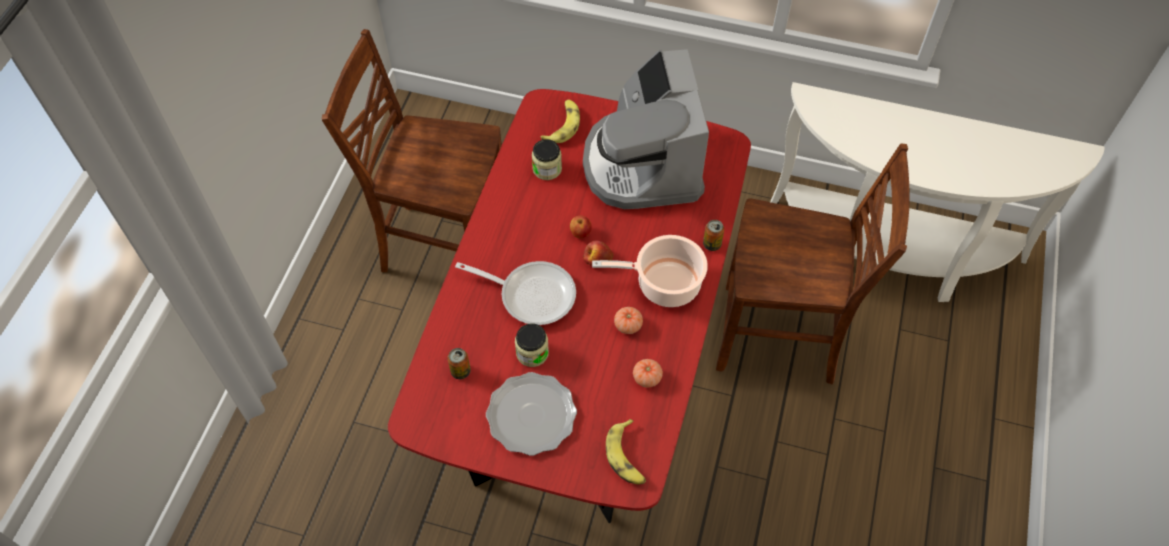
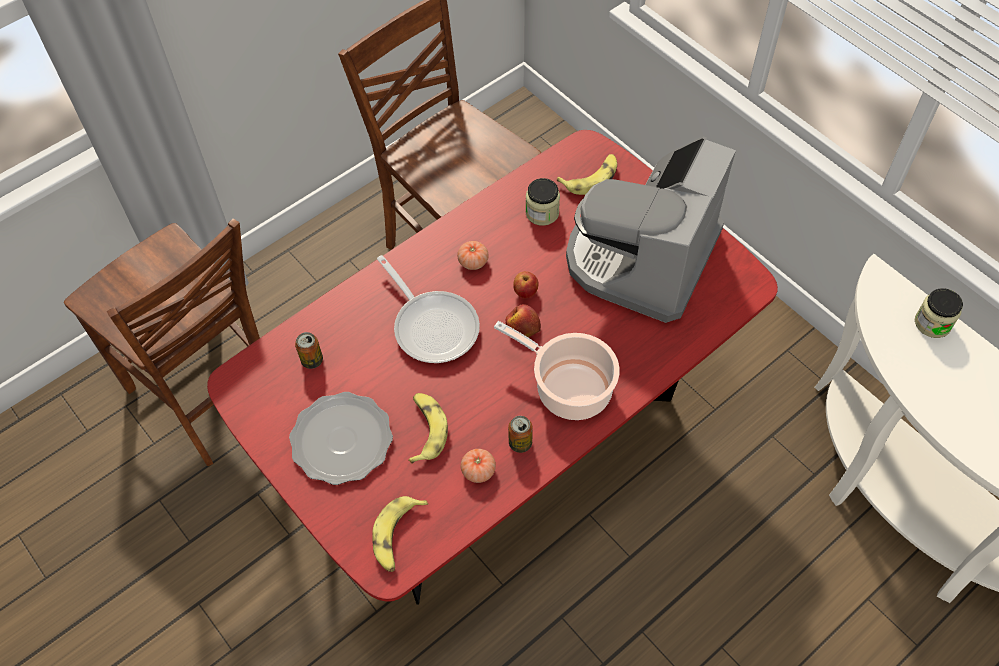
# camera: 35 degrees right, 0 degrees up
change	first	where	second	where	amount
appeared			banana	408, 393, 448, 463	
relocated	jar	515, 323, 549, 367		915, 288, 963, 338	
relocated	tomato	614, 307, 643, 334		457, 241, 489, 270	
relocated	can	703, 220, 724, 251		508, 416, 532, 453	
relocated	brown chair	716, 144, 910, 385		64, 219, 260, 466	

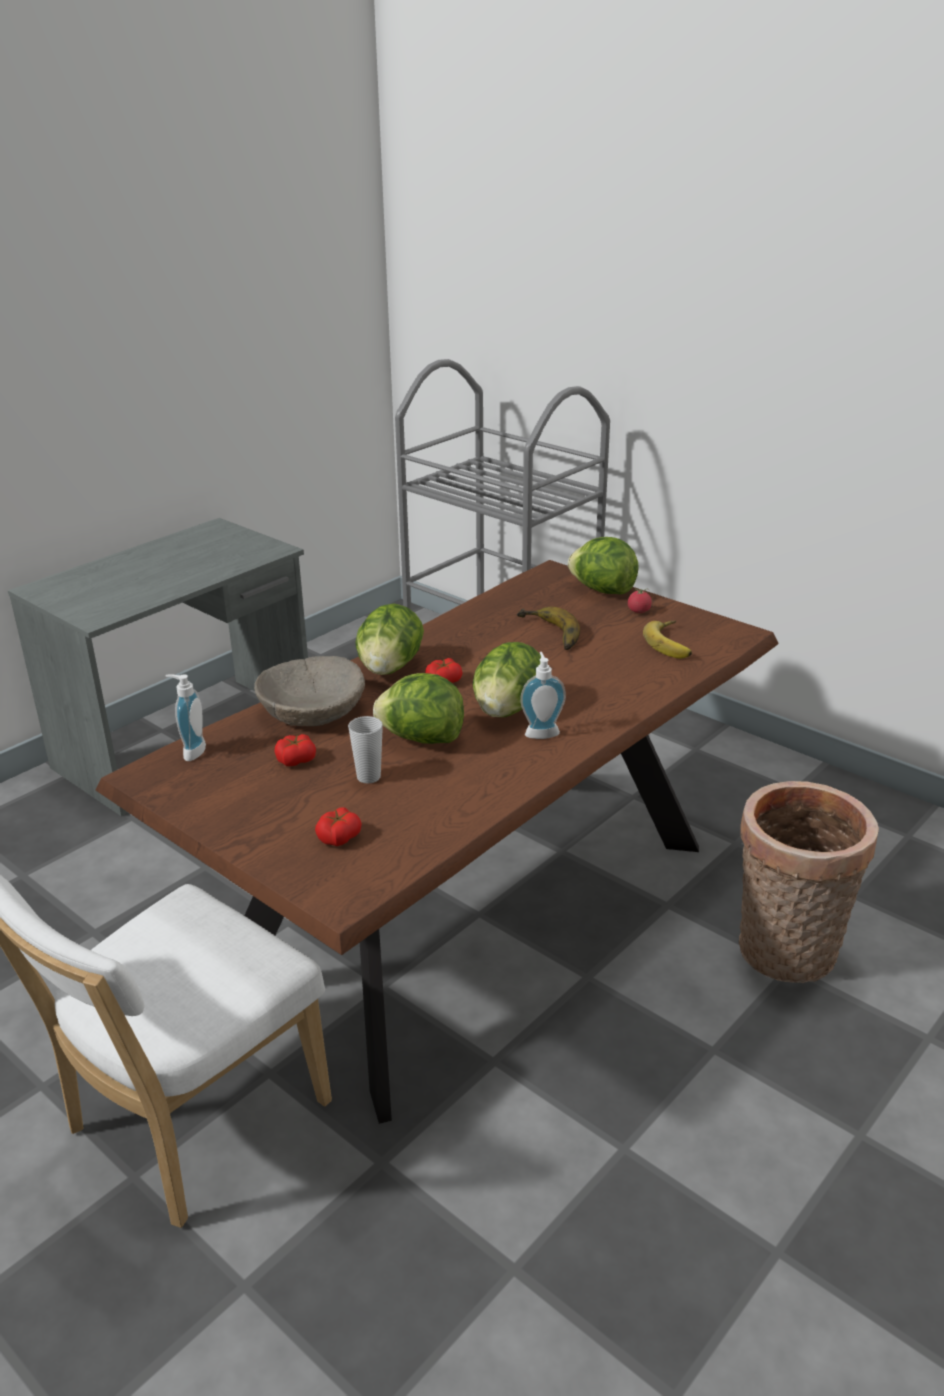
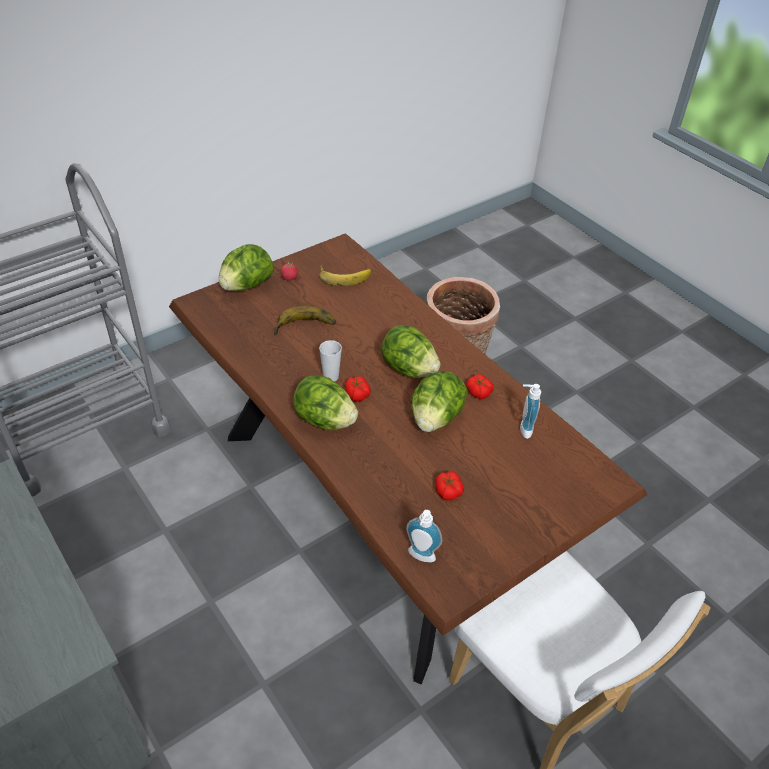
# camera: 80 degrees left, 15 degrees up
change	first	where	second	where	amount
missing	beige bowl	254, 656, 365, 726			
relocated	tomato	315, 807, 362, 846		466, 374, 494, 399	
relocated	cup	348, 716, 383, 784		319, 340, 342, 382	
relocated	soap dispenser	520, 652, 566, 739		520, 384, 541, 439	

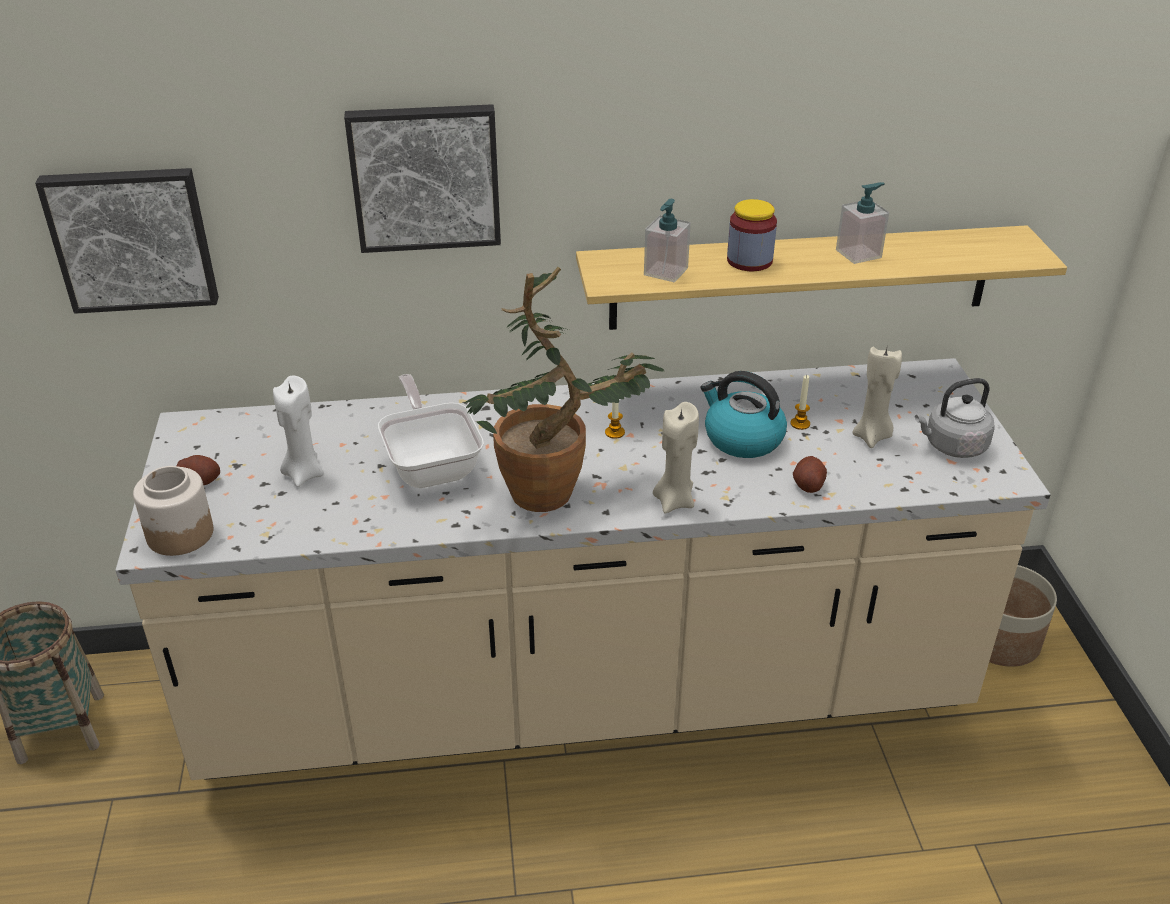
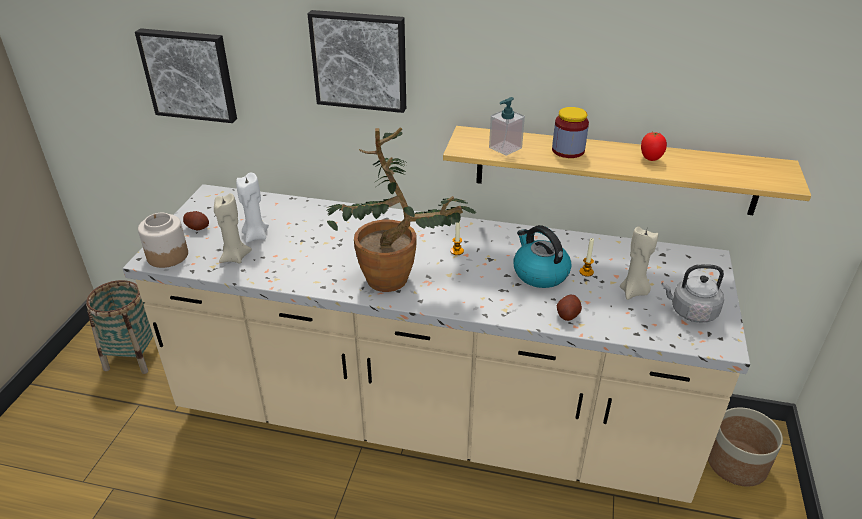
# camera: 20 degrees right, 0 degrees up
change	first	where	second	where	amount
missing	frying pan	378, 374, 484, 488			
relocated	beige candle	653, 402, 699, 513		214, 193, 252, 264	
exchanged	soap dispenser	836, 182, 889, 264	tomato	641, 132, 667, 161	

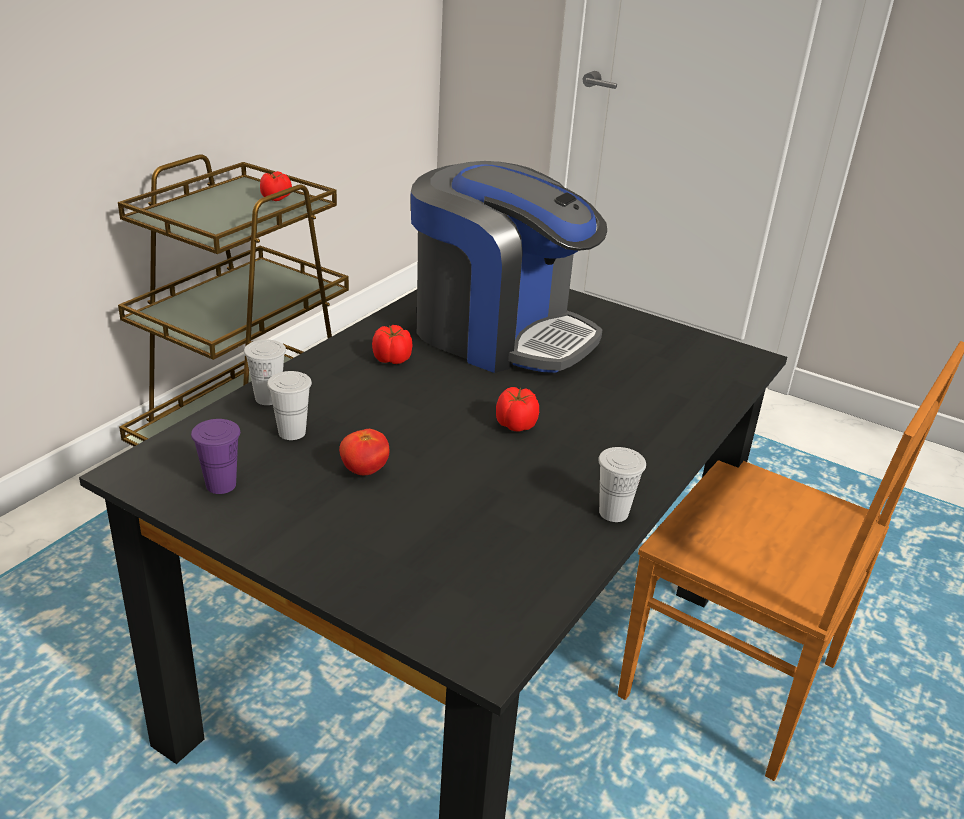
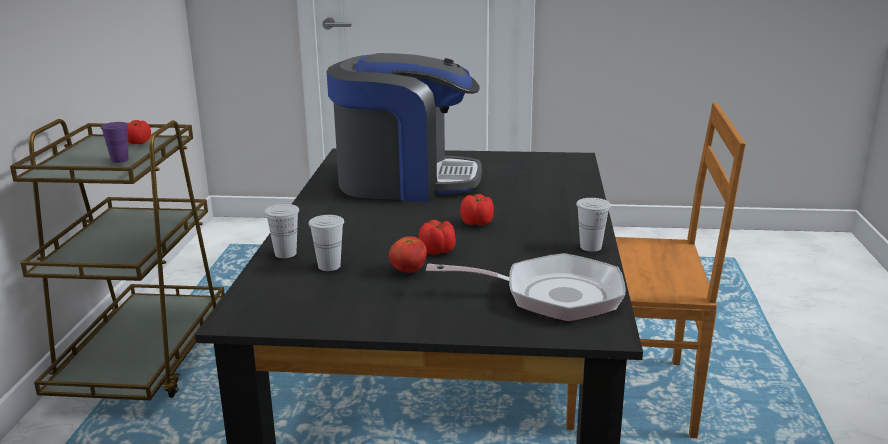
# camera: 25 degrees left, 10 degrees down
change	first	where	second	where	amount
appeared			frying pan	426, 253, 626, 322	
relocated	purple cup	191, 419, 240, 494		100, 122, 129, 163	
relocated	tomato	372, 325, 412, 364		419, 220, 456, 255	

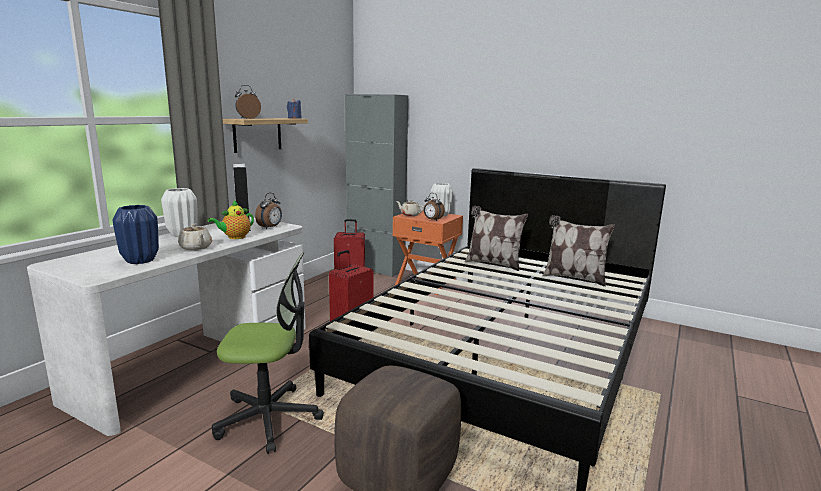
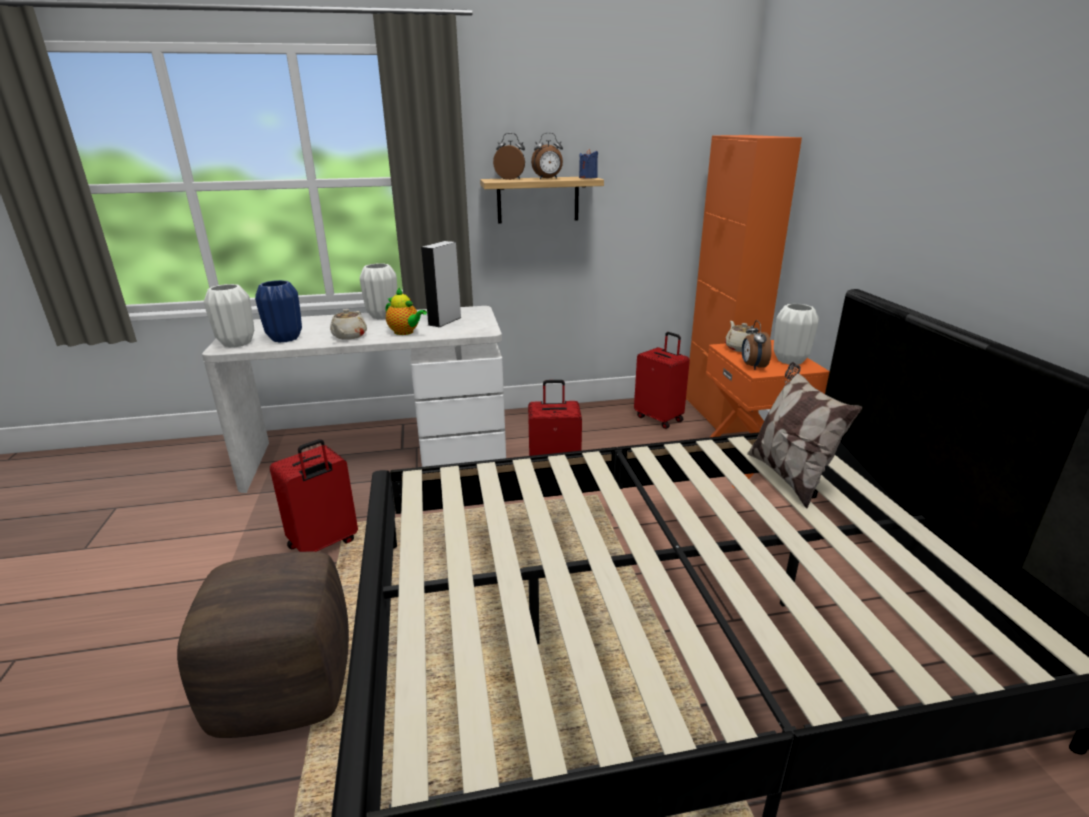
# camera: 50 degrees right, 10 degrees up
change	first	where	second	where	amount
missing	pillow	542, 215, 615, 287			
appeared			white vase	204, 284, 254, 348	
relocated	alarm clock	255, 193, 282, 229		531, 133, 563, 179	
exchanged	office chair	212, 252, 324, 454	red suitcase	270, 439, 358, 552	
colour	grey cabinet	345, 94, 408, 277	orange cabinet	686, 135, 802, 434	
spun	teapot	208, 200, 254, 239		385, 288, 427, 335	150 degrees counterclockwise

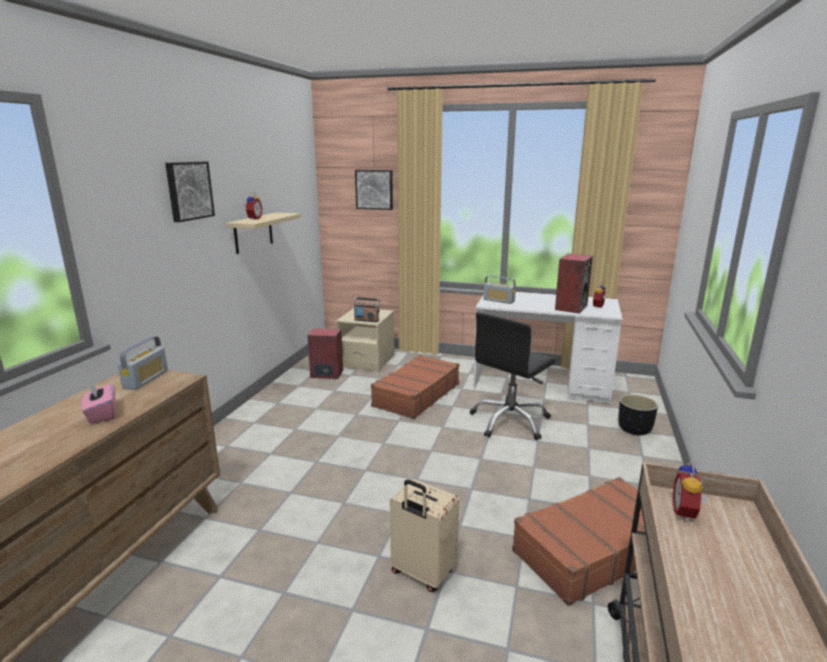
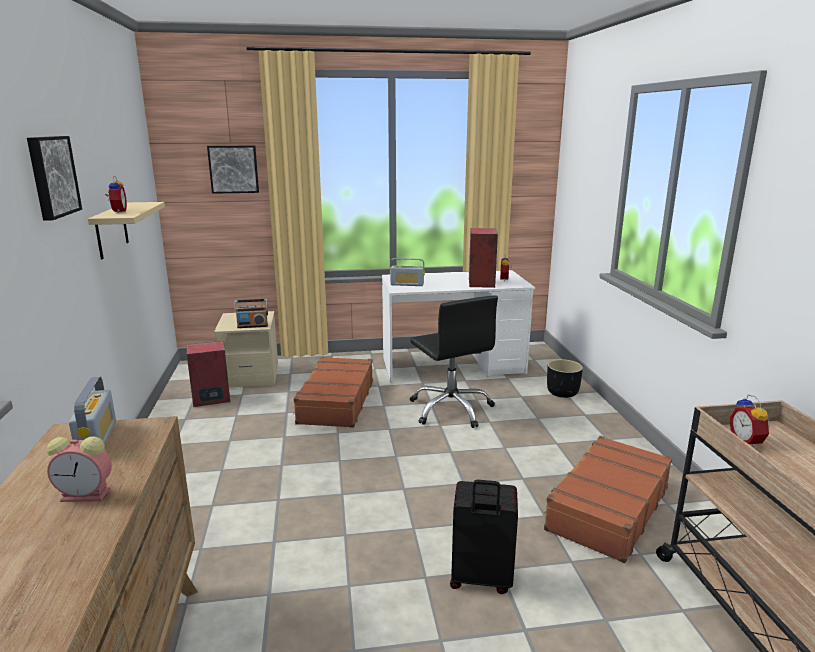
# camera: 25 degrees left, 0 degrees up
change	first	where	second	where	amount
exchanged	pink tissue box	81, 381, 115, 424	alarm clock	47, 436, 112, 502	
colour	beige suitcase	390, 479, 459, 592	black suitcase	450, 480, 518, 594	
spun	black office chair	470, 312, 556, 440		410, 295, 498, 428	45 degrees counterclockwise

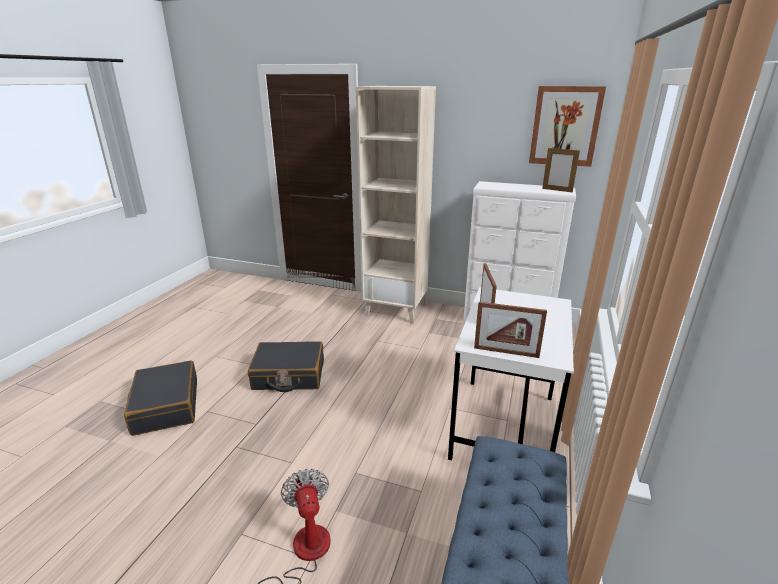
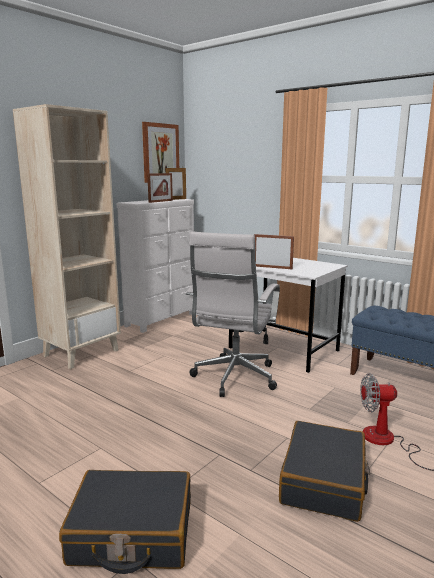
# camera: 70 degrees left, 10 degrees down
change	first	where	second	where	amount
appeared			white office chair	186, 232, 280, 397	
relocated	black suitcase	248, 341, 324, 392		279, 421, 370, 522	
relocated	picture frame	474, 302, 547, 358		147, 173, 173, 203	

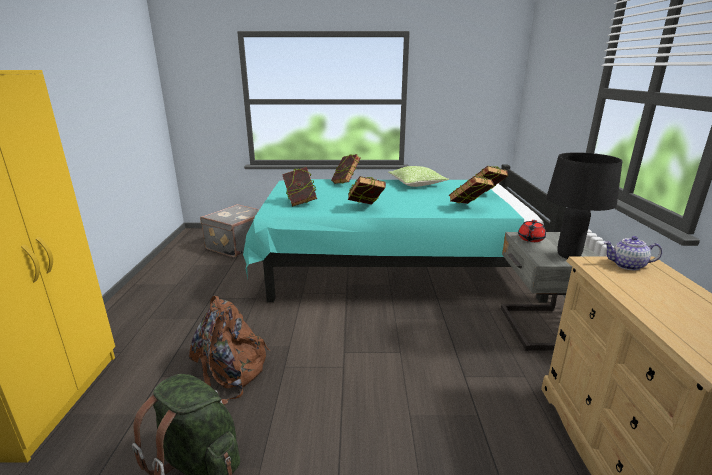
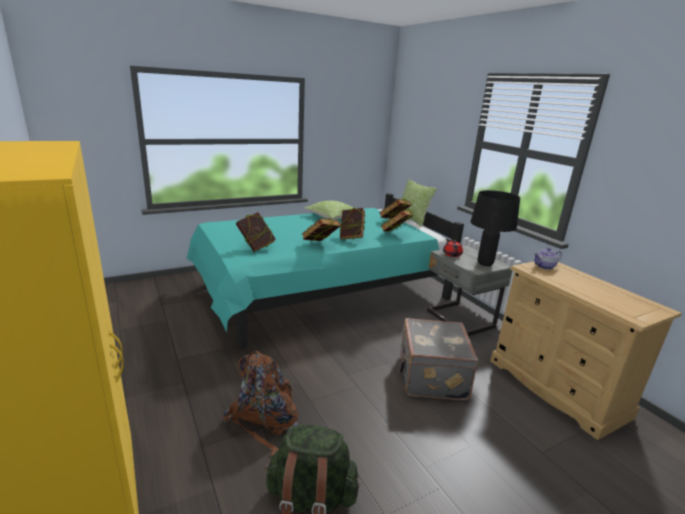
# camera: 30 degrees left, 0 degrees up
change	first	where	second	where	amount
appeared			pillow	402, 179, 437, 226	
relocated	grey suitcase	200, 204, 260, 257		399, 318, 478, 400	
relocated	book	331, 154, 361, 184		340, 208, 366, 239	

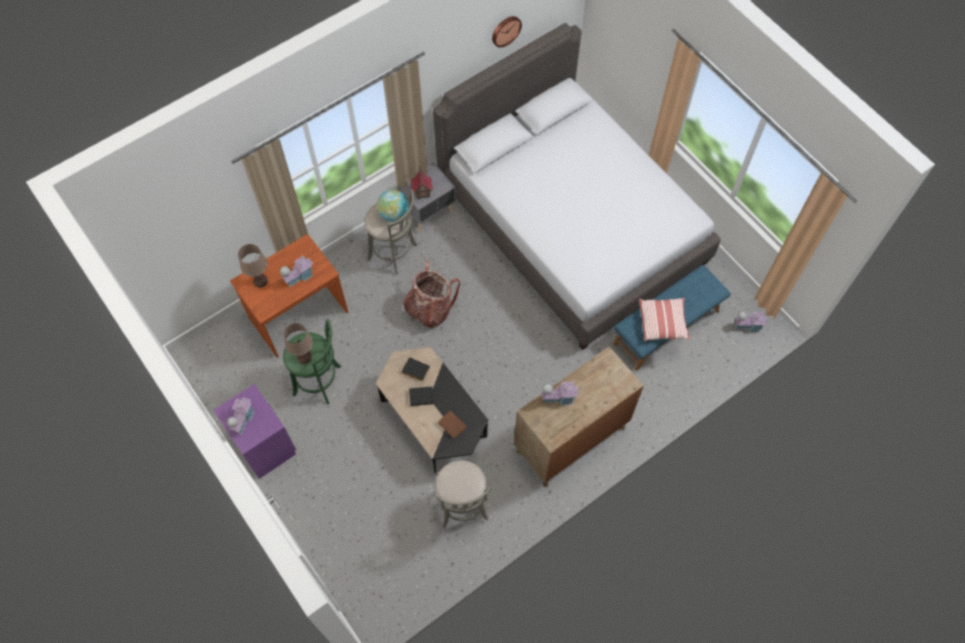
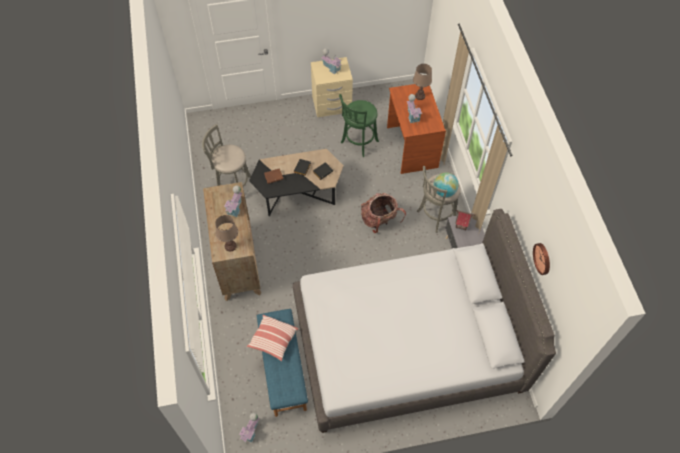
# camera: 115 degrees right, 5 degrees down
change	first	where	second	where	amount
relocated	brown table lamp	284, 323, 313, 364		215, 215, 238, 251	
colour	purple nightstand	213, 384, 296, 479	beige nightstand	311, 57, 353, 117	

